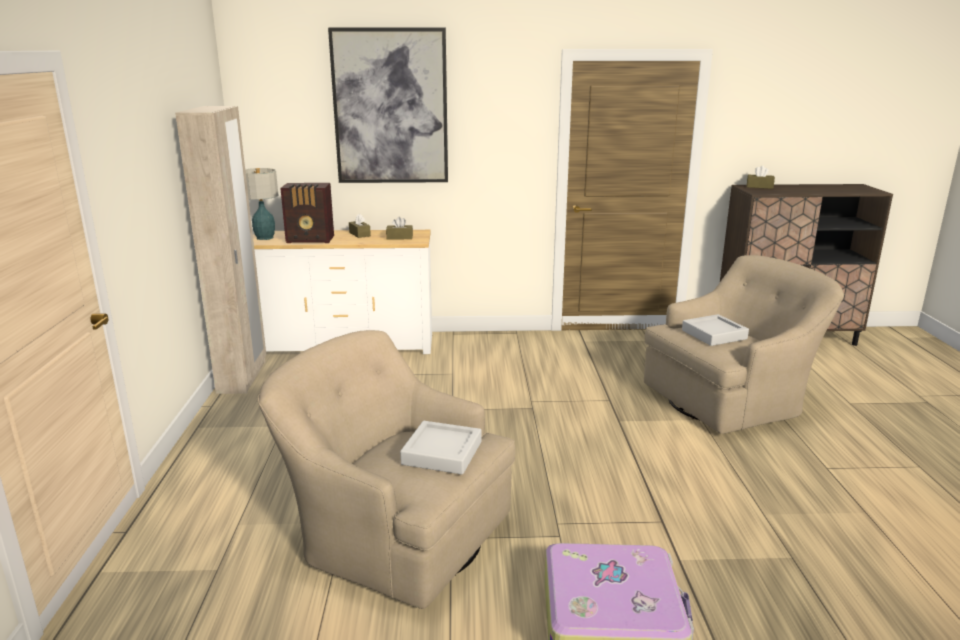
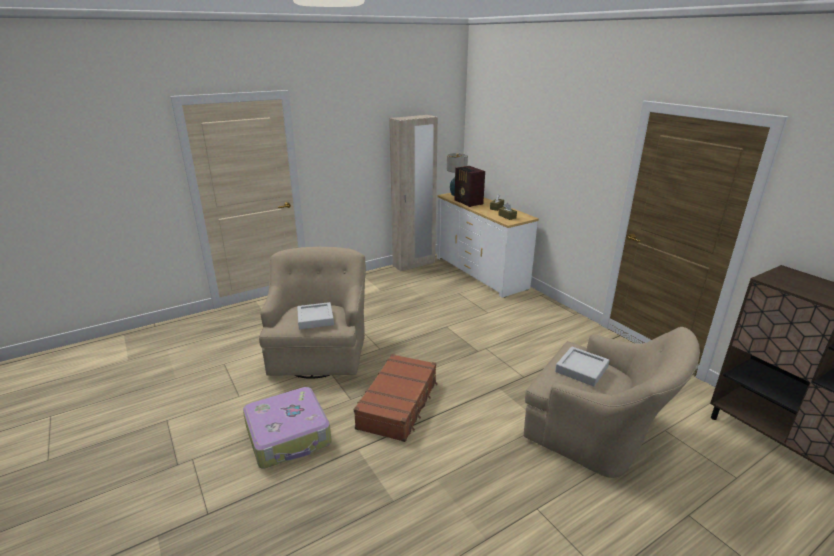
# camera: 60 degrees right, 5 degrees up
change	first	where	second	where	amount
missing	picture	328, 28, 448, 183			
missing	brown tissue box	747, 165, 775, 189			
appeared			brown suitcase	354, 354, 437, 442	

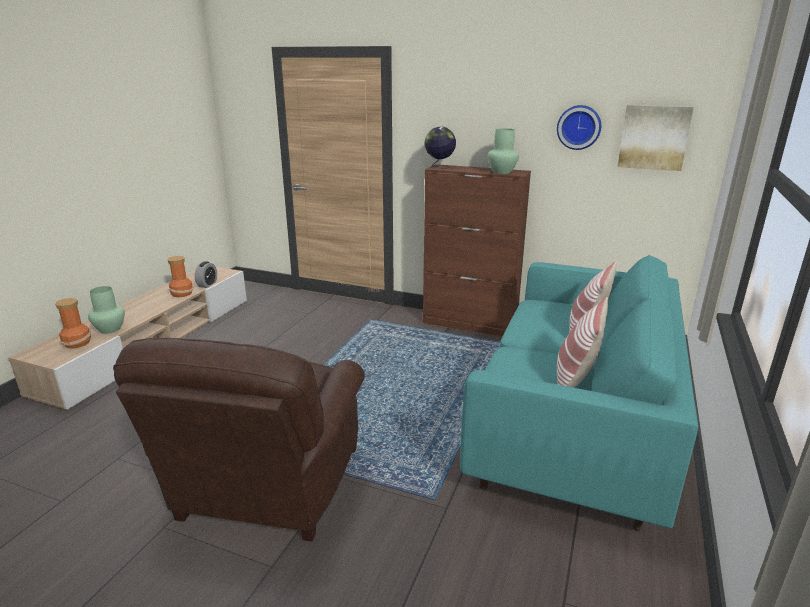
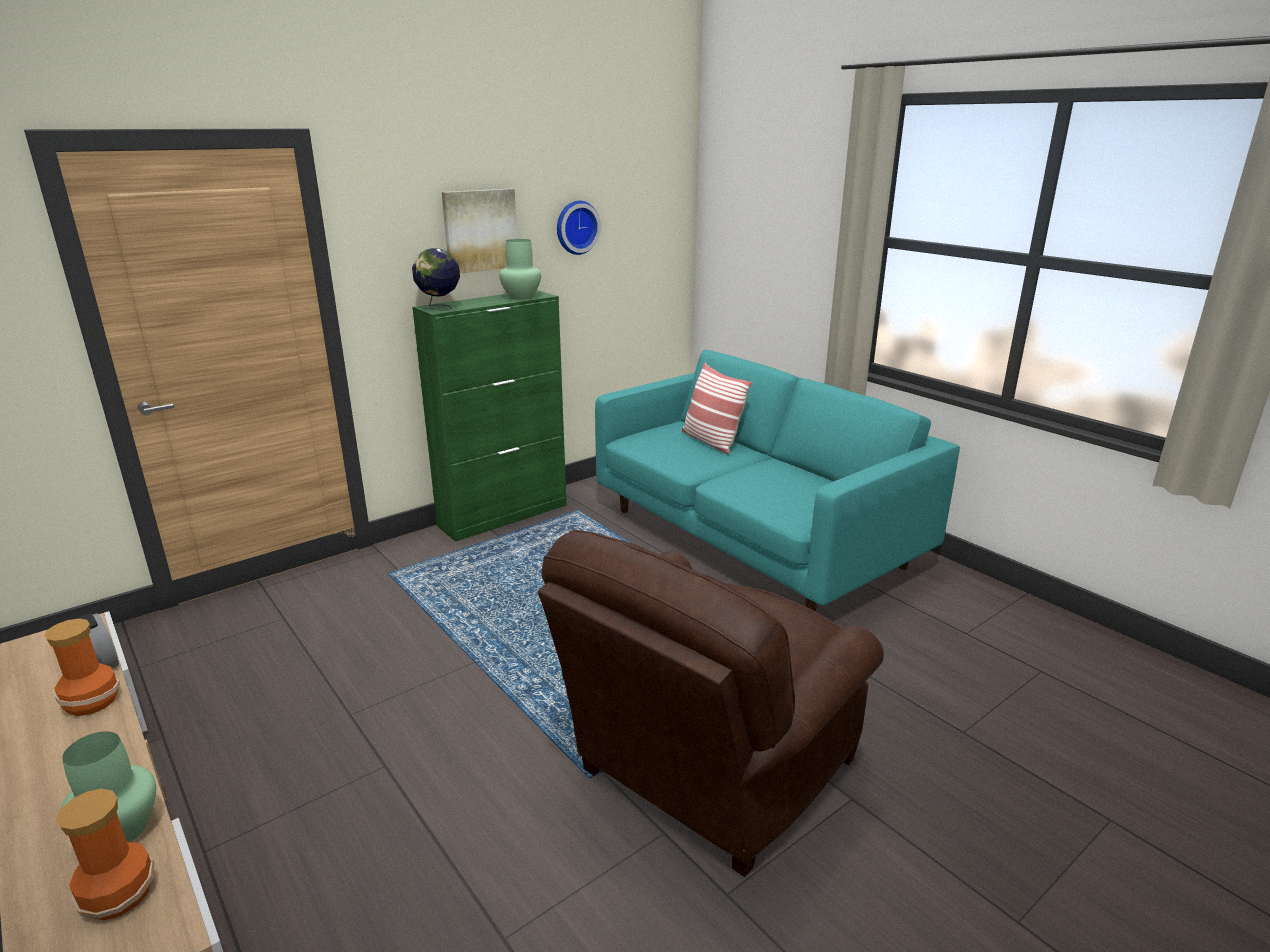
# camera: 60 degrees left, 0 degrees up
change	first	where	second	where	amount
missing	pillow	557, 297, 608, 388			
relocated	picture	617, 105, 694, 171		442, 189, 517, 273	
colour	brown cabinet	423, 164, 531, 336	green cabinet	412, 290, 567, 542	
spun	brown armchair	113, 338, 365, 541		538, 530, 884, 877	90 degrees clockwise

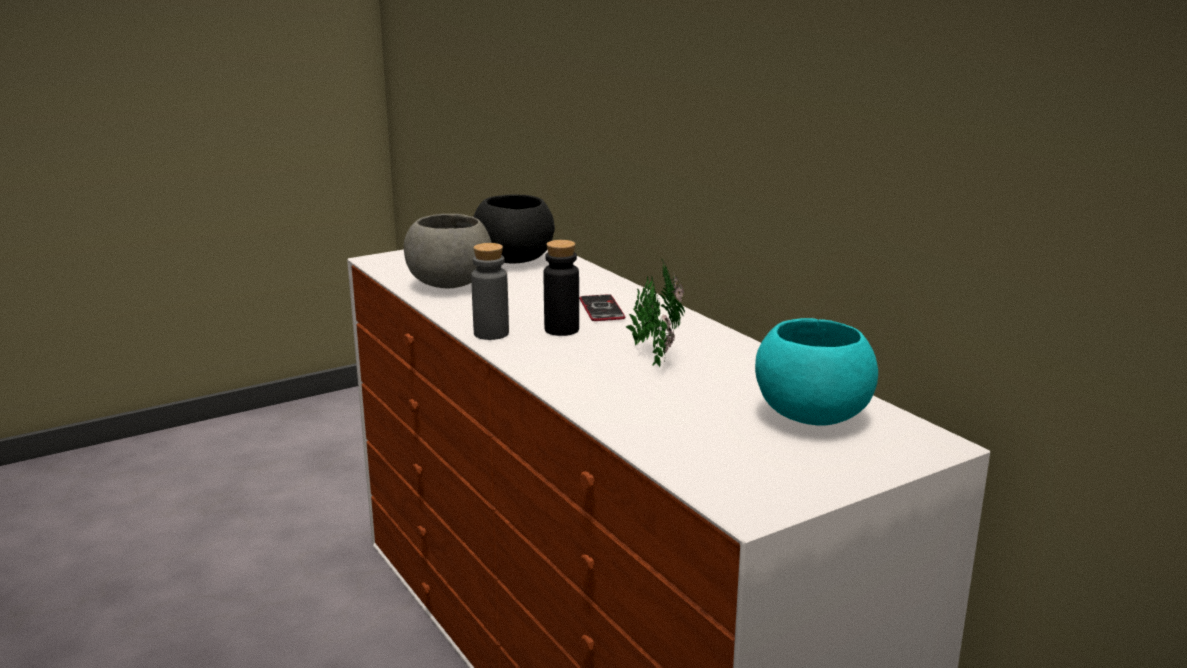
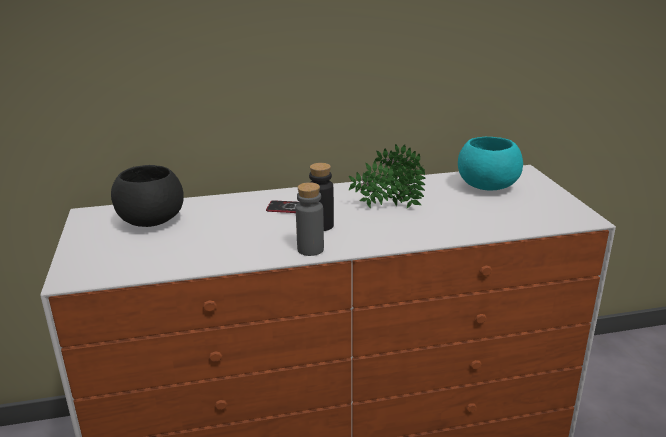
# camera: 70 degrees left, 5 degrees up
change	first	where	second	where	amount
missing	grey bowl	404, 214, 492, 288			

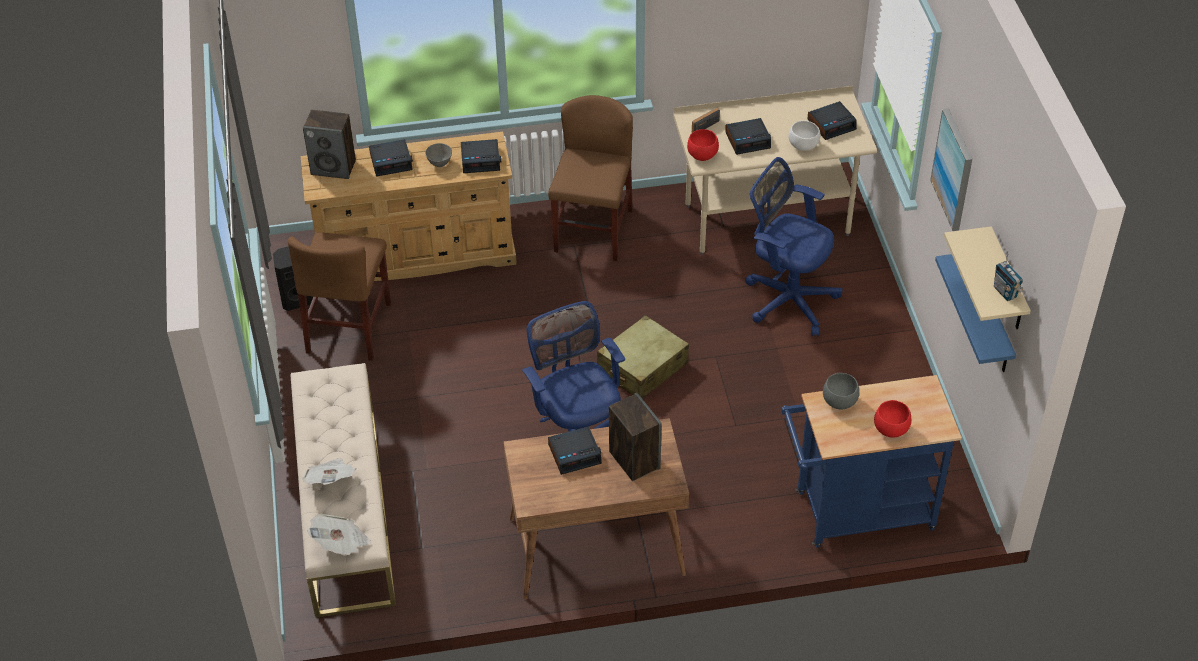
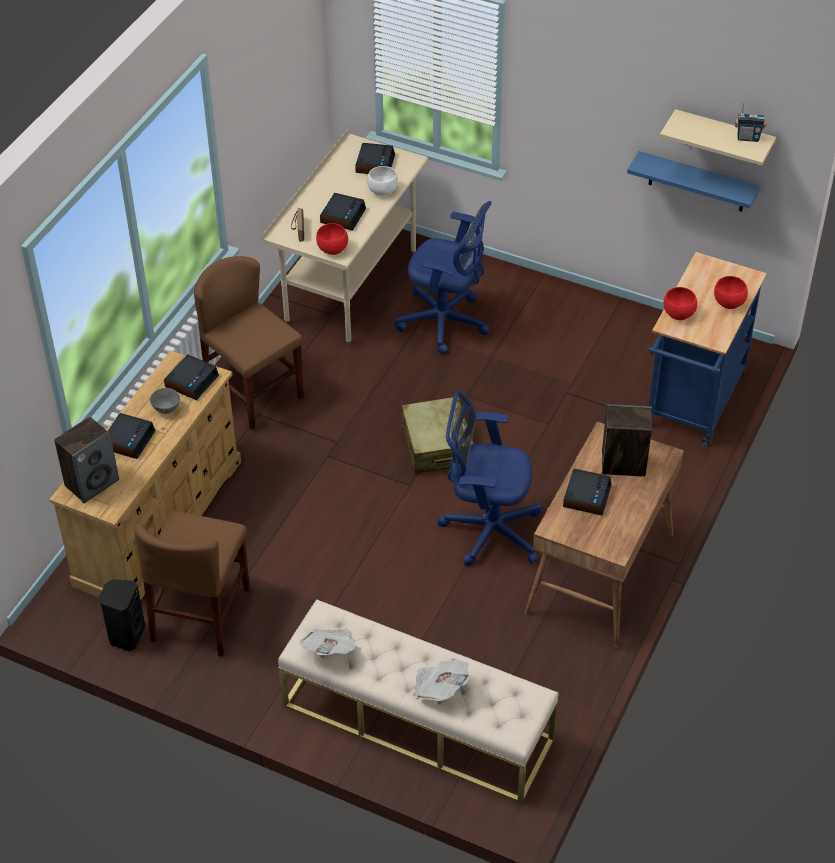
# camera: 55 degrees left, 0 degrees up
change	first	where	second	where	amount
missing	picture	930, 108, 972, 231			
relocated	newspaper	307, 514, 371, 556		300, 629, 357, 655	
colour	grey bowl	823, 373, 859, 409	red bowl	664, 287, 697, 320	
spun	brown chair	288, 232, 391, 361		134, 511, 250, 657	60 degrees clockwise
spun	blue office chair	745, 157, 843, 336		395, 201, 492, 354	135 degrees counterclockwise

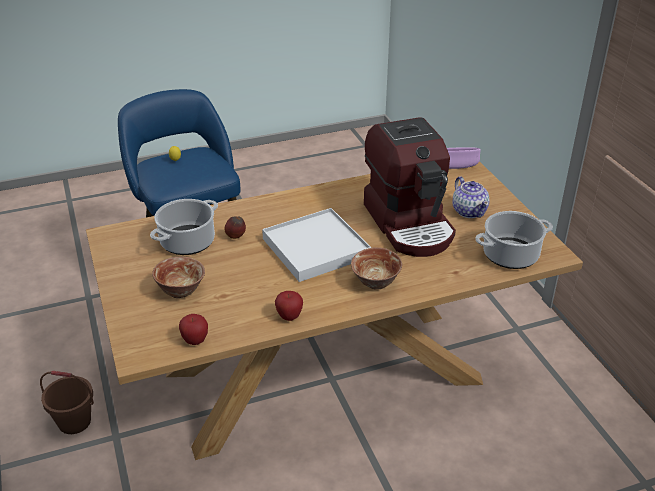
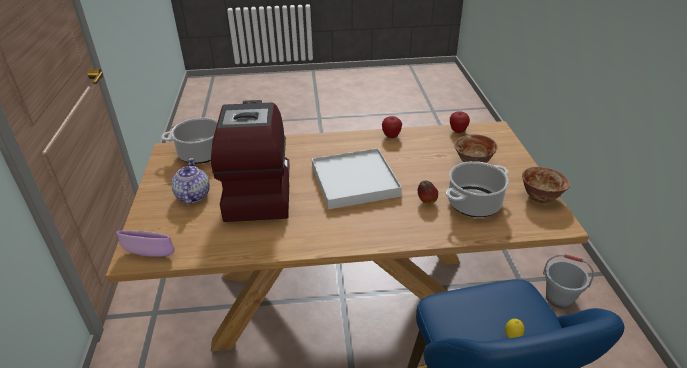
# camera: 165 degrees left, 0 degrees up
change	first	where	second	where	amount
relocated	bowl	351, 247, 402, 290		522, 167, 570, 203	
colour	brown bucket	40, 371, 94, 434	grey bucket	543, 254, 594, 309	

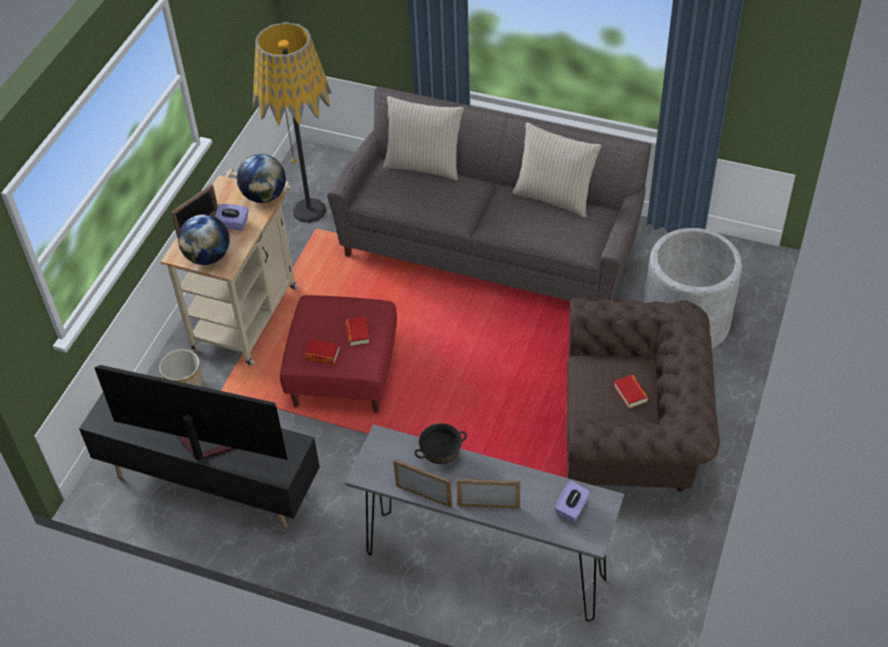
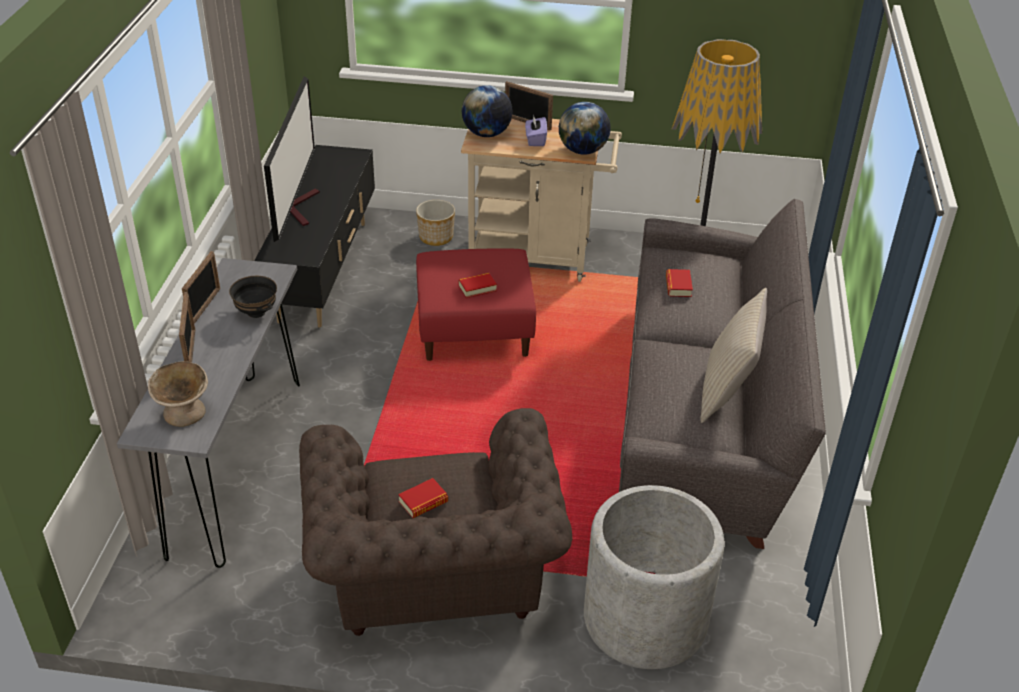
# camera: 75 degrees right, 10 degrees down
change	first	where	second	where	amount
missing	beige pillow	383, 96, 464, 180			
relocated	book	304, 340, 340, 365		666, 269, 693, 297	
exchanged	purple tissue box	555, 480, 590, 523	beige bowl	148, 361, 208, 427	

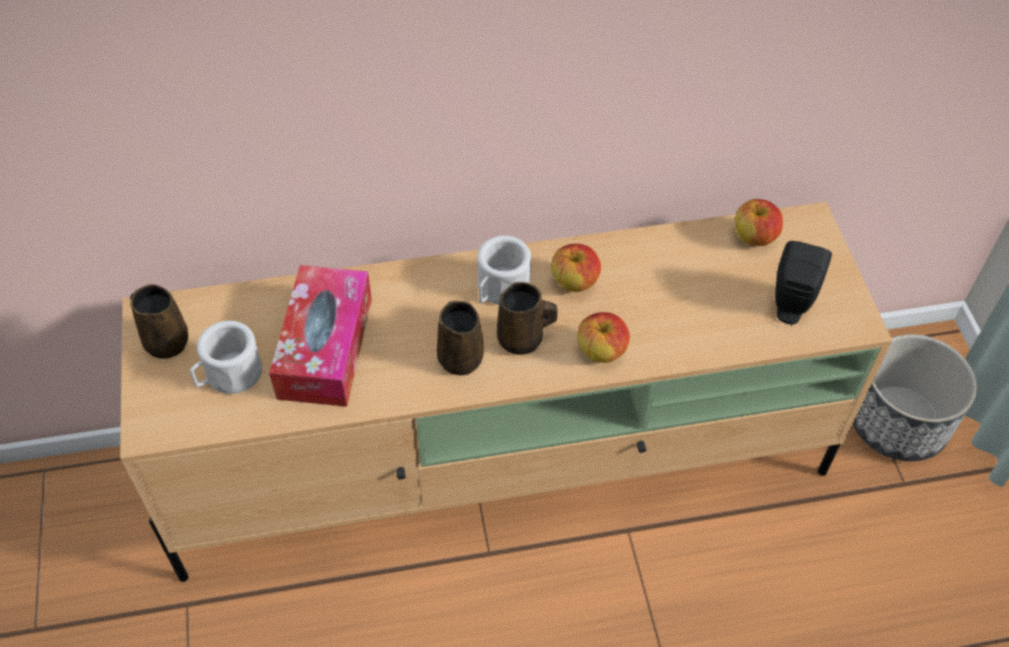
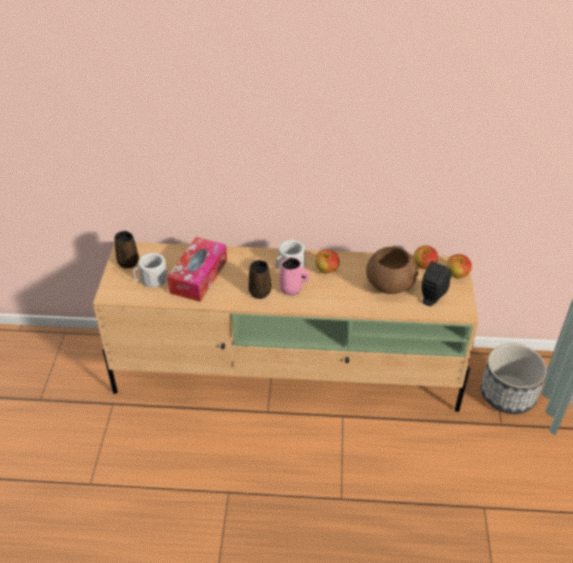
# camera: 15 degrees right, 10 degrees down
change	first	where	second	where	amount
appeared			brown bowl	366, 246, 419, 294	
relocated	apple	577, 312, 630, 363		446, 254, 472, 278	
colour	brown mug	497, 282, 557, 355	pink mug	280, 257, 309, 295	

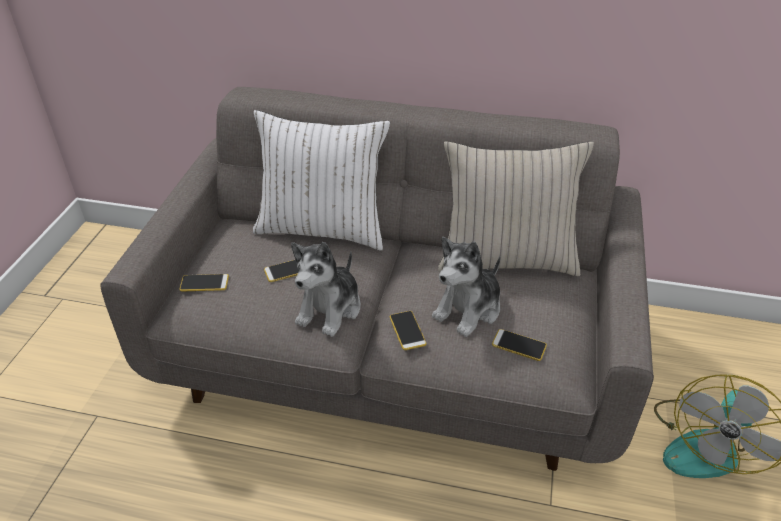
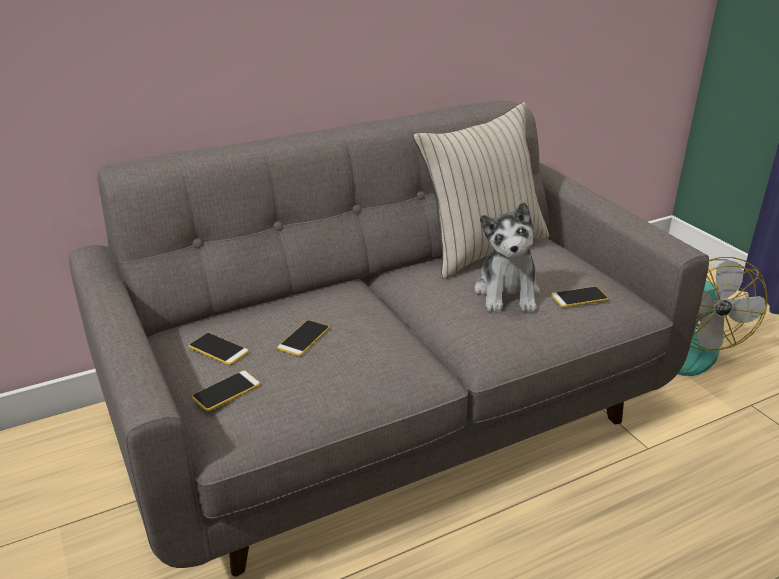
# camera: 40 degrees left, 10 degrees down
change	first	where	second	where	amount
missing	white pillow	253, 110, 390, 250			
missing	plush toy	291, 242, 361, 337			
relocated	phone	390, 311, 427, 350		189, 333, 249, 365	

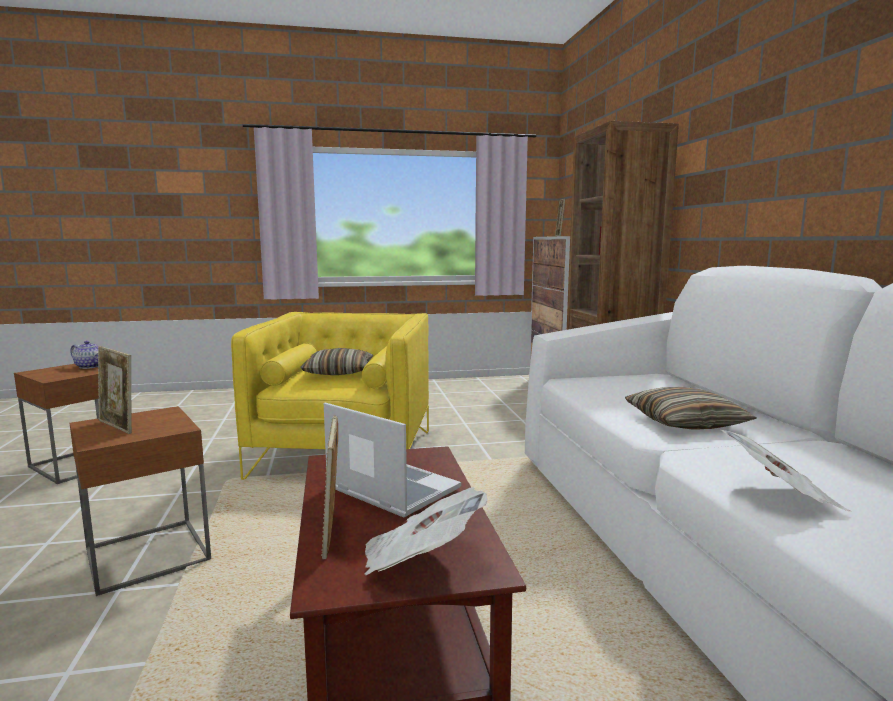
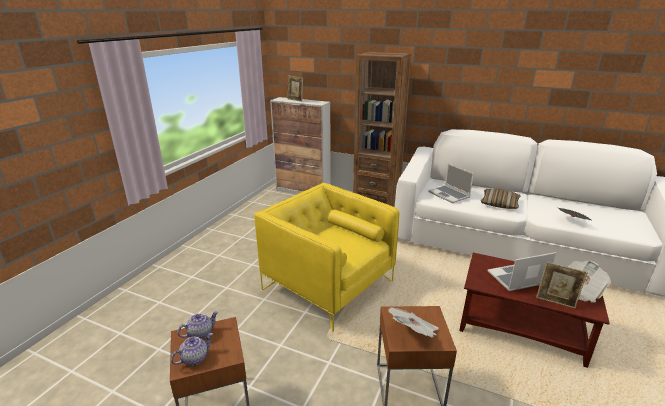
# camera: 55 degrees left, 15 degrees up
change	first	where	second	where	amount
missing	pillow	300, 348, 373, 375			
appeared			teapot	171, 333, 213, 366	
appeared			laptop	428, 164, 474, 203	
exchanged	picture frame	98, 346, 132, 434	newspaper	388, 307, 439, 338	

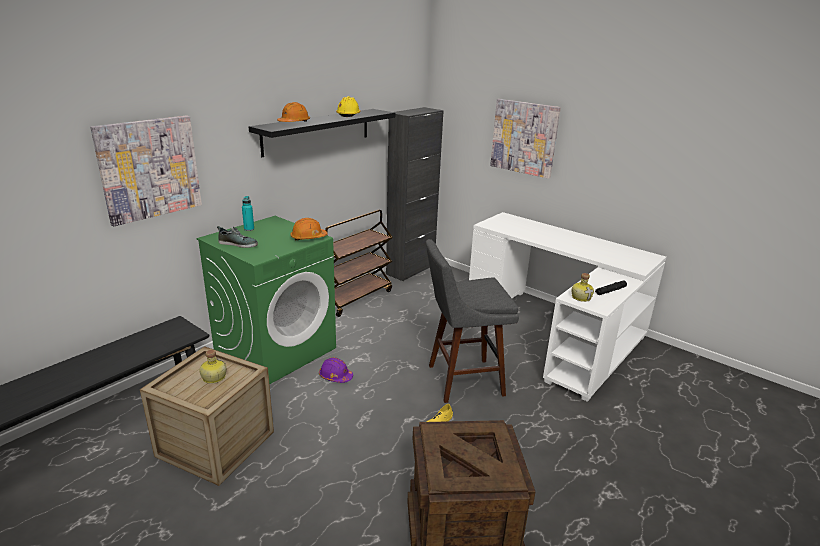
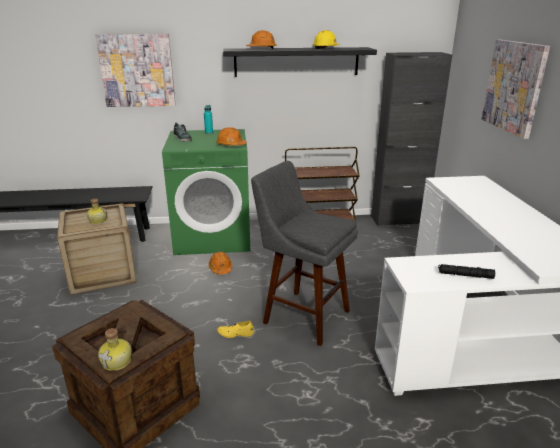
# camera: 45 degrees right, 0 degrees up
change	first	where	second	where	amount
relocated	bottle	572, 273, 594, 302		98, 328, 132, 371	
colour	purple hard hat	319, 357, 353, 383	orange hard hat	209, 251, 232, 274	

